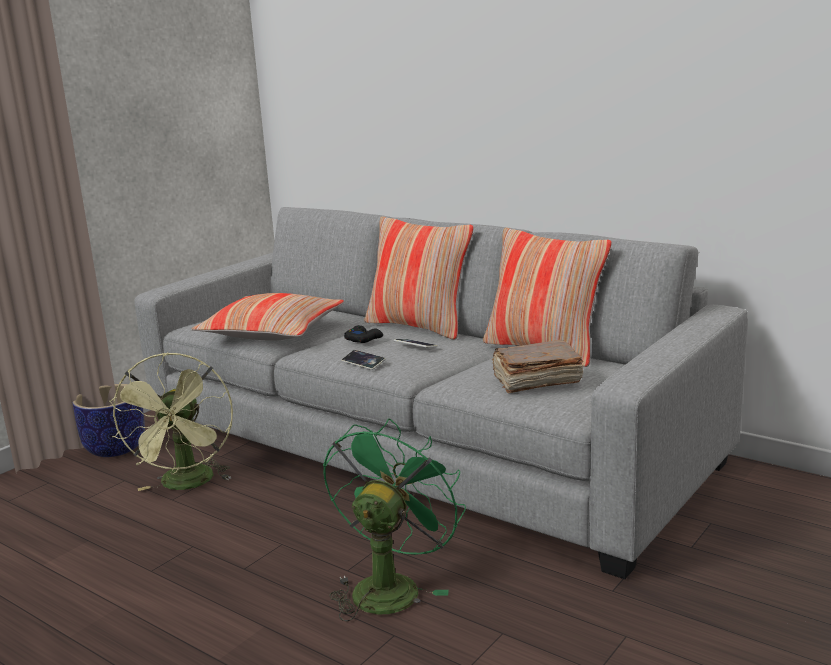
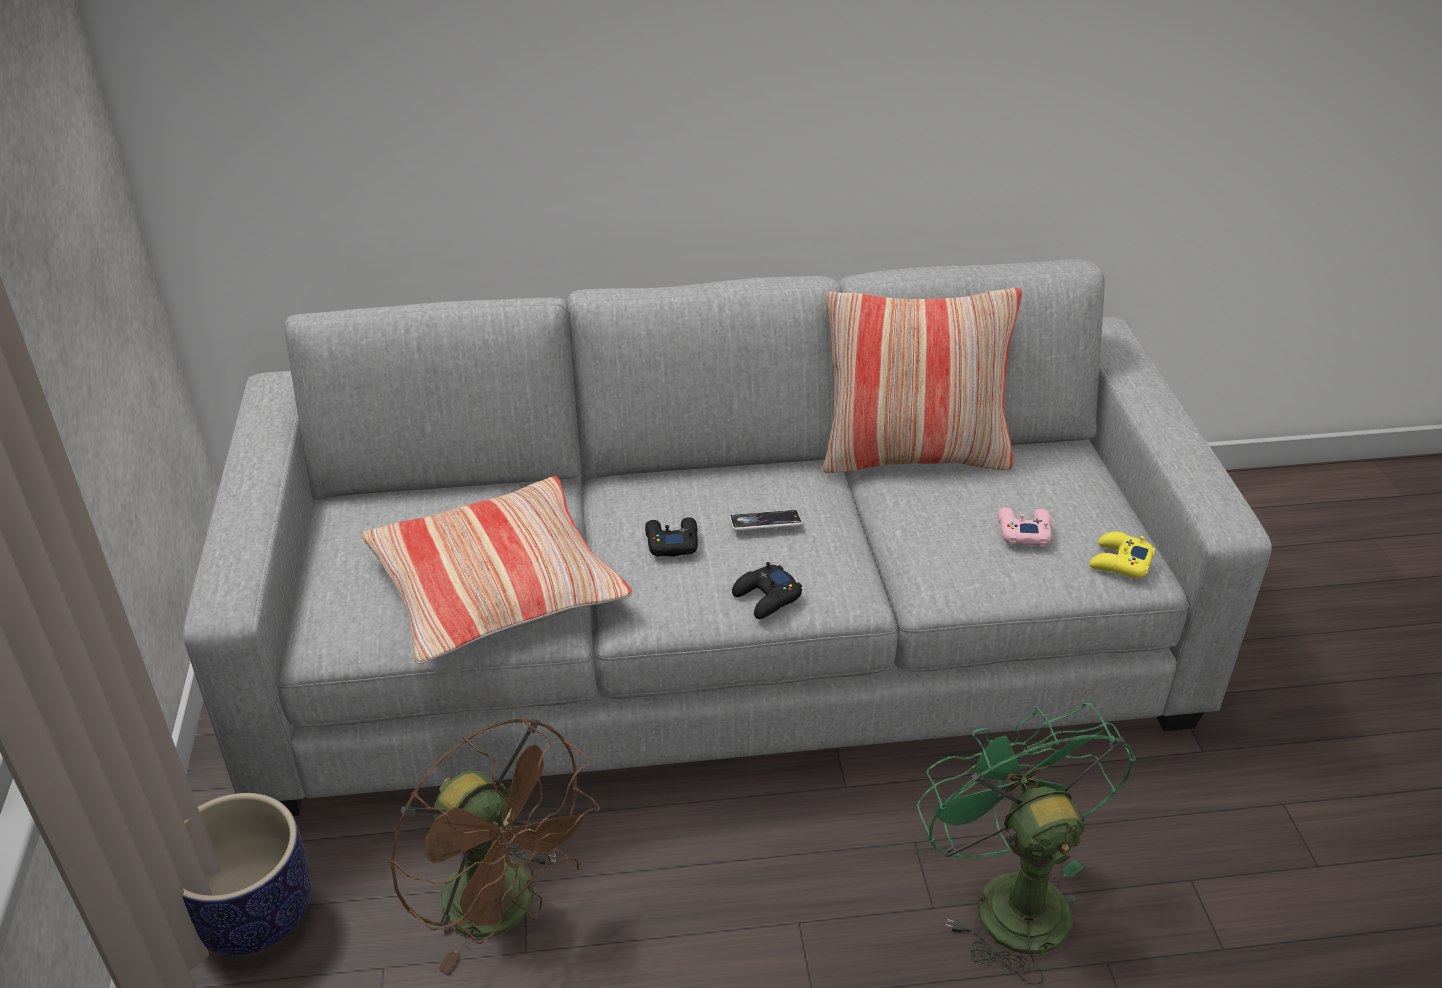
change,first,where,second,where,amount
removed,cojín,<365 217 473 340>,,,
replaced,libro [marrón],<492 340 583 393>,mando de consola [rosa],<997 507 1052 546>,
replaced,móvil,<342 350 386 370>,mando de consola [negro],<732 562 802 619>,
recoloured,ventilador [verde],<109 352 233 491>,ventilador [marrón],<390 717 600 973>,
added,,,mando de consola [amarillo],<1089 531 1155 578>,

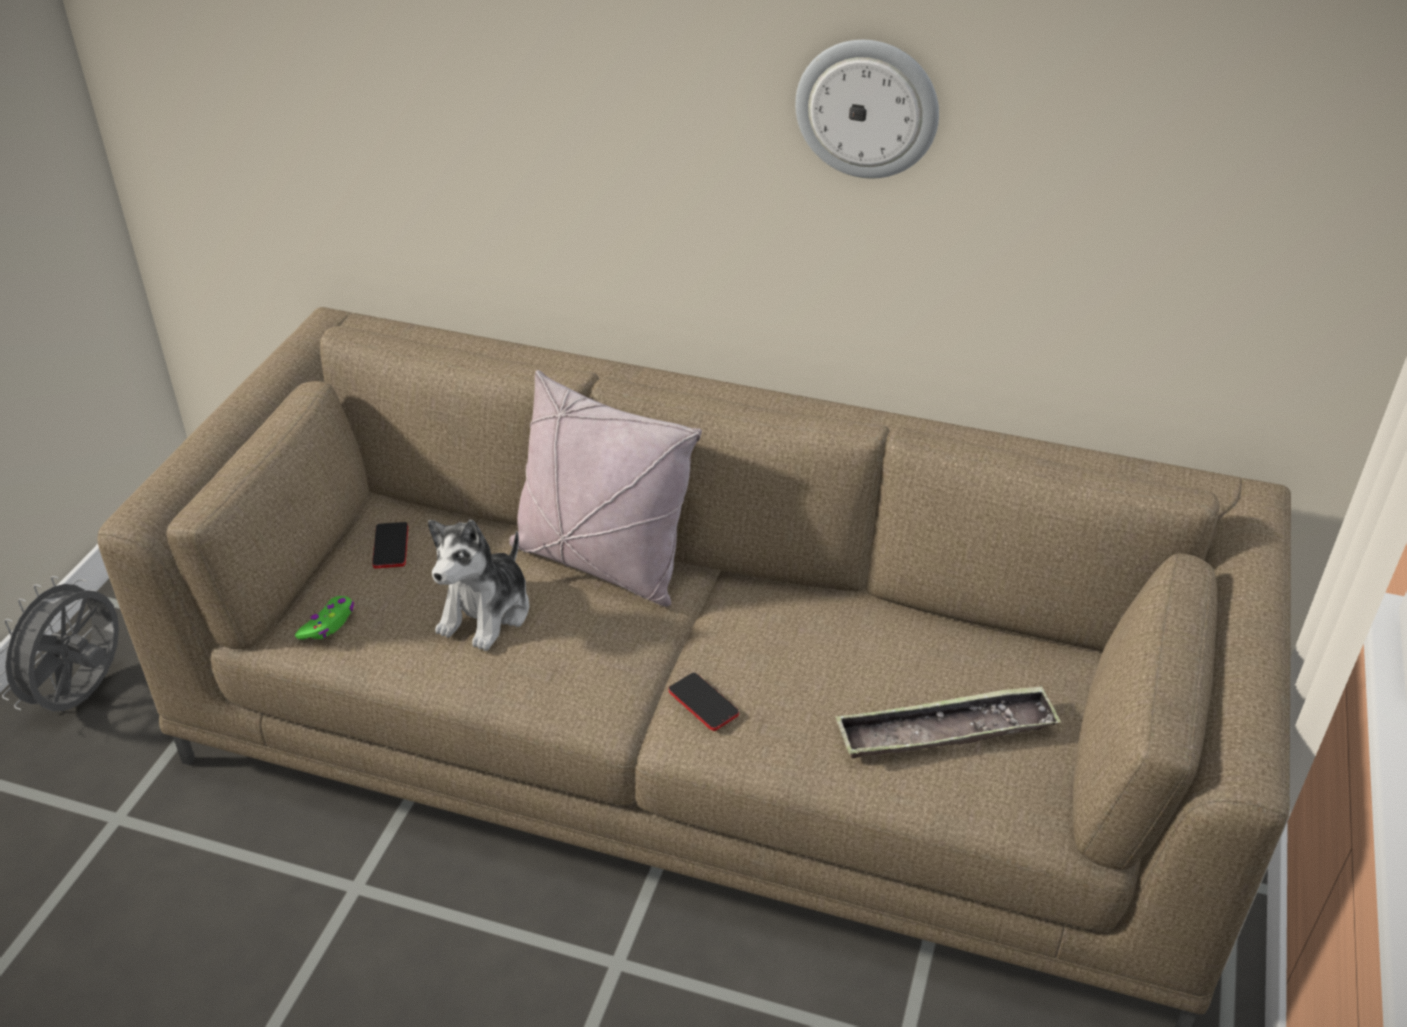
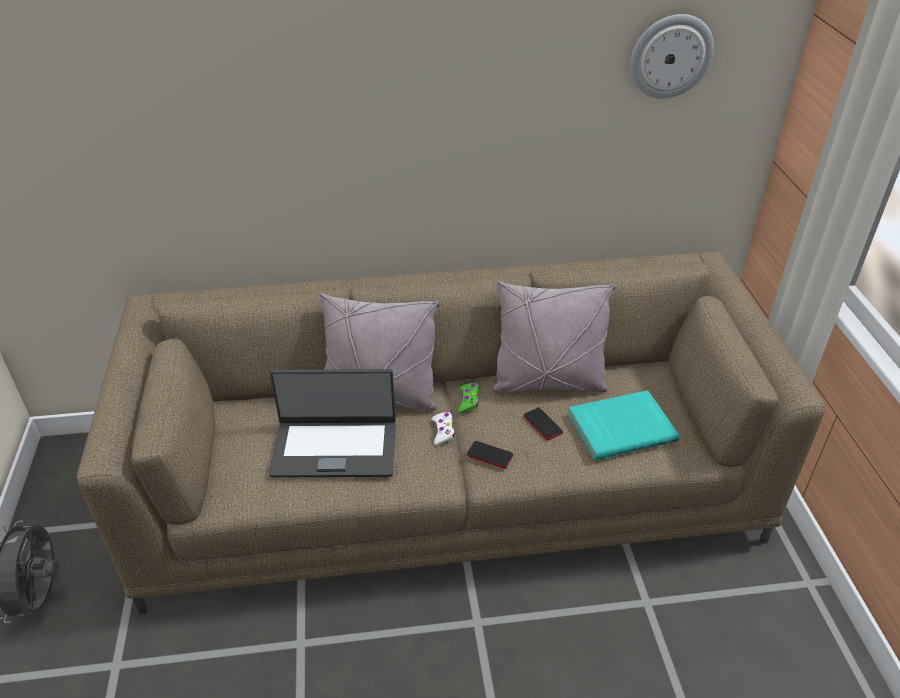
change,first,where,second,where,amount
moved,reloj de pared,<795 40 939 178>,,<630 14 714 98>,
replaced,peluche,<428 520 530 651>,portátil,<269 369 396 478>,
moved,móvil,<372 522 408 568>,,<524 407 563 440>,
moved,mando de consola [verde],<295 596 354 640>,,<458 383 479 413>,
replaced,bandeja,<835 685 1061 758>,libro [turquesa],<568 390 679 460>,
added,,,cojín [morado],<492 281 615 393>,
added,,,mando de consola [blanco],<431 412 455 445>,

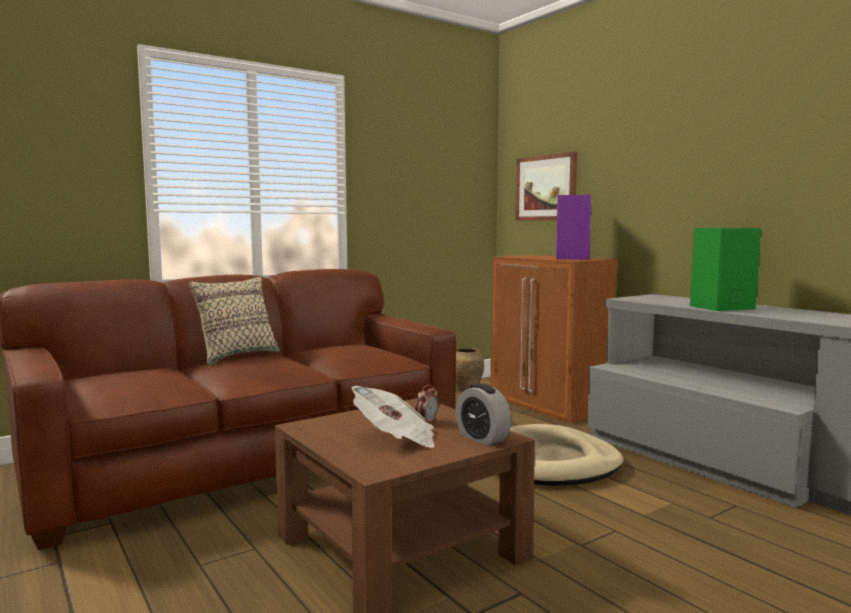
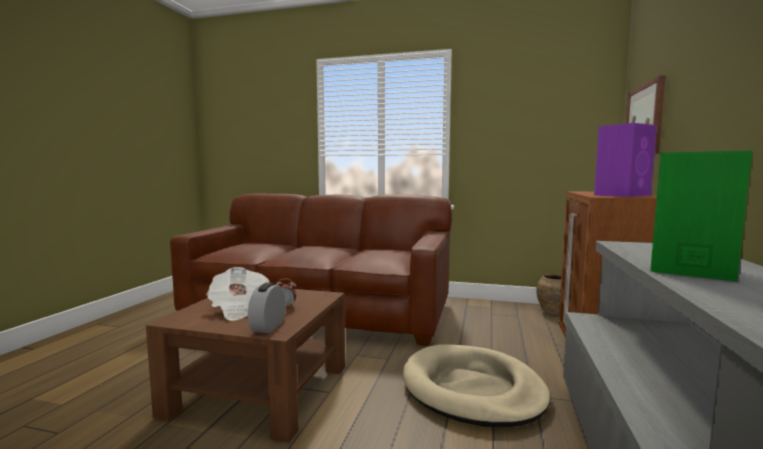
change,first,where,second,where,amount
removed,cojín [beis],<189 277 279 366>,,,

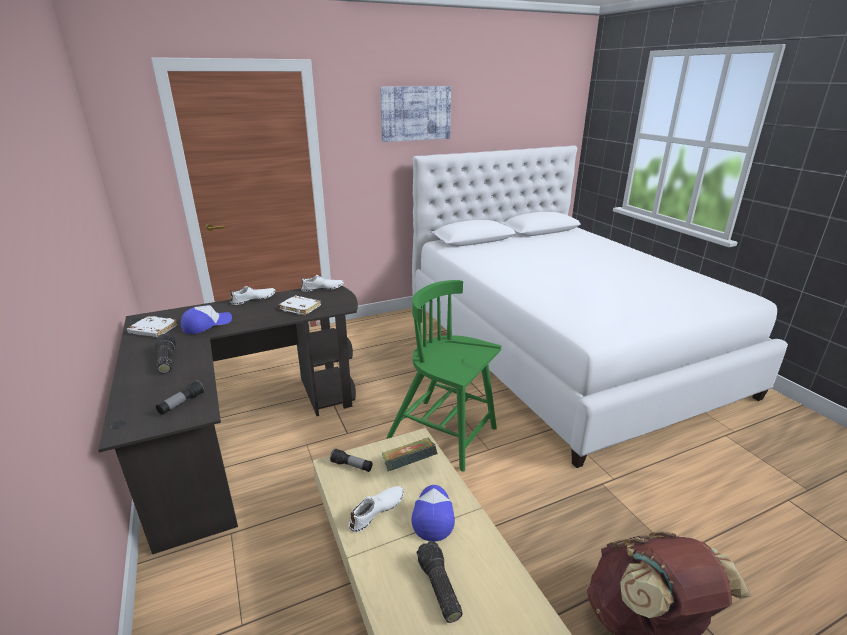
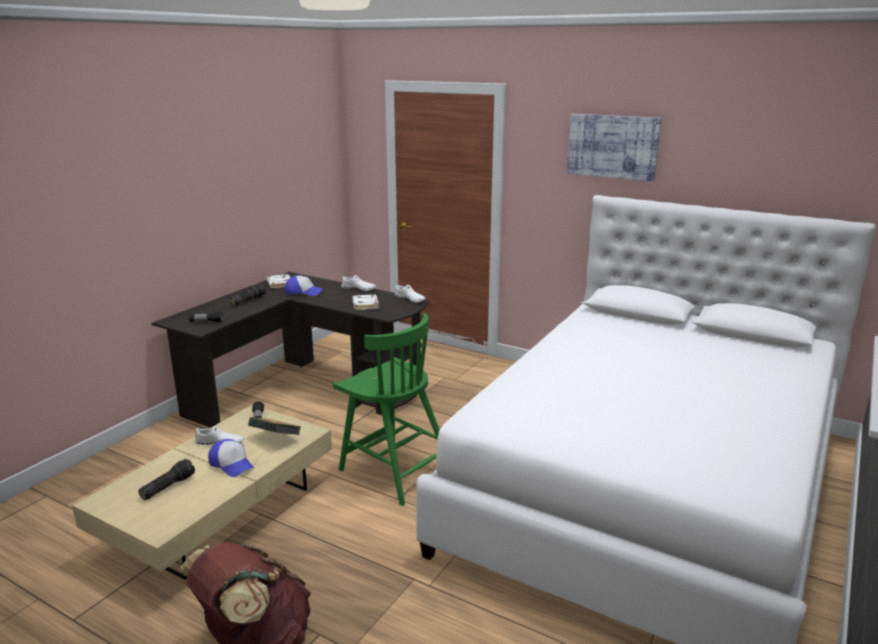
change,first,where,second,where,amount
turned,silla [verde],<386 280 501 471>,,<333 313 440 506>,135 degrees clockwise
turned,gorra,<411 485 455 541>,,<208 439 254 477>,75 degrees clockwise

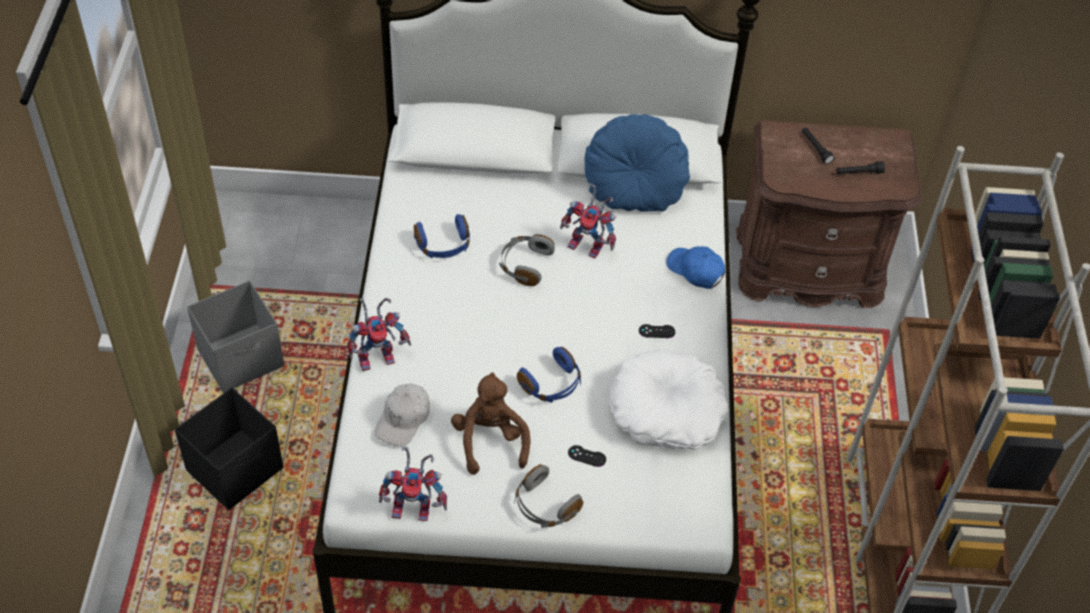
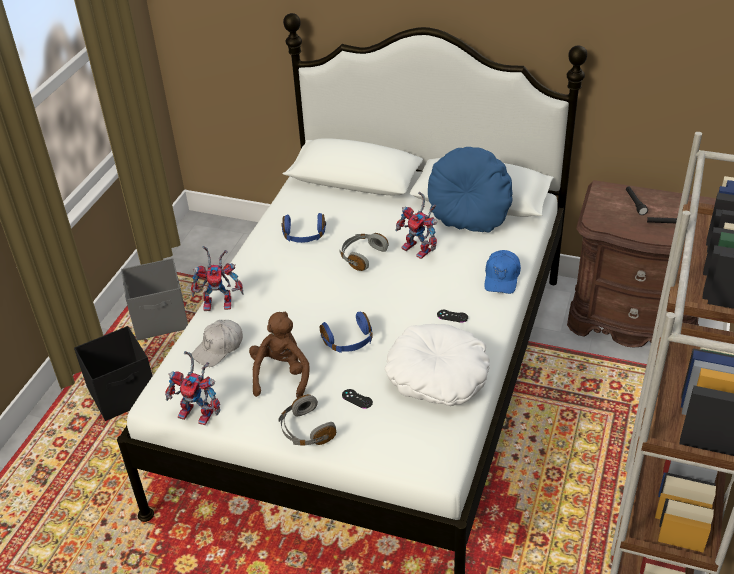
change,first,where,second,where,amount
turned,gorra [azul],<666 246 725 289>,,<484 250 521 294>,135 degrees counterclockwise

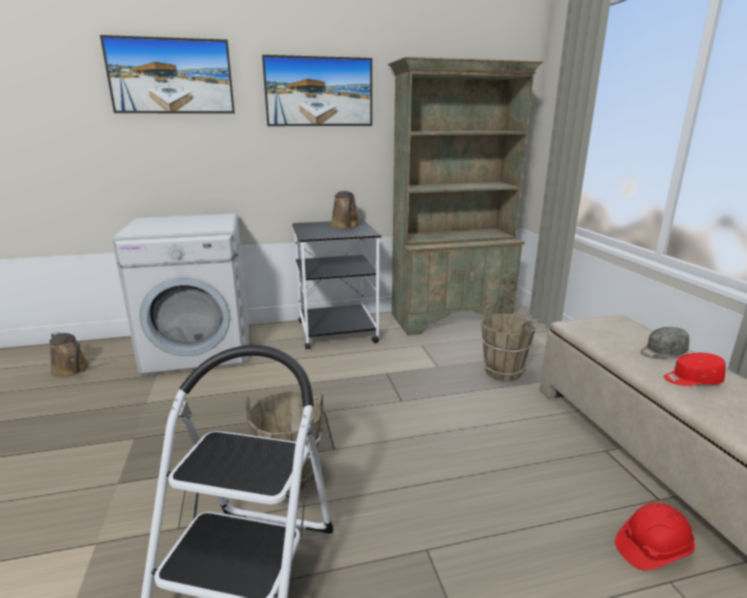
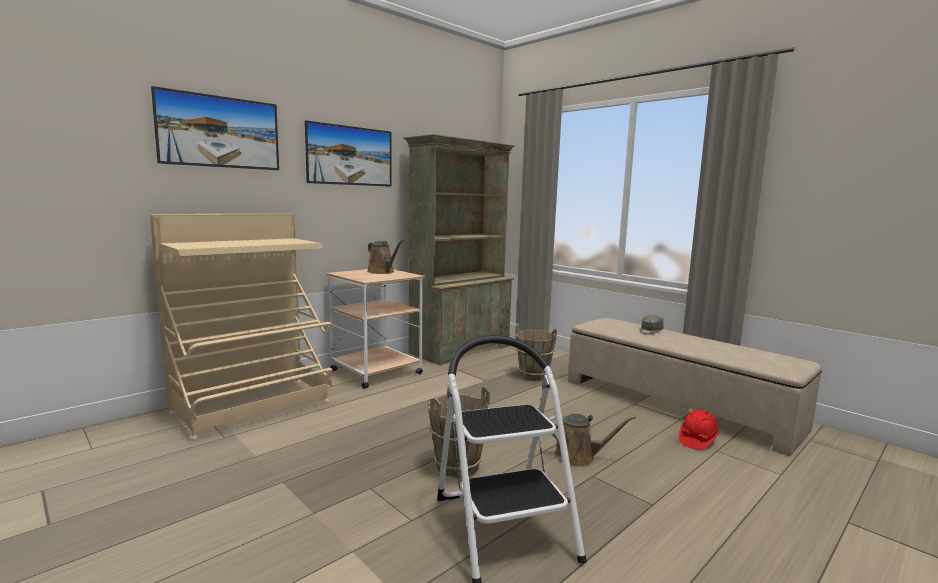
change,first,where,second,where,amount
replaced,lavadora [blanco],<112 214 249 375>,zapatero [beis],<150 214 333 439>,
recoloured,carrito [negro],<292 220 381 349>,carrito [beis],<326 269 425 389>,
moved,regadera [marrón],<49 332 89 377>,,<549 414 636 467>,
removed,gorra [rojo],<664 353 726 386>,,,

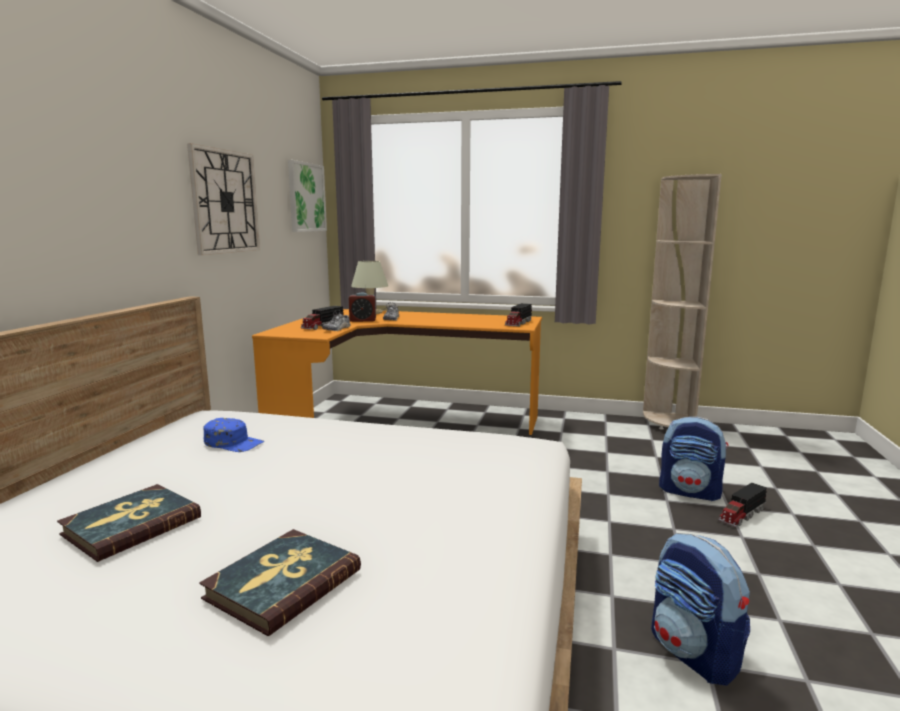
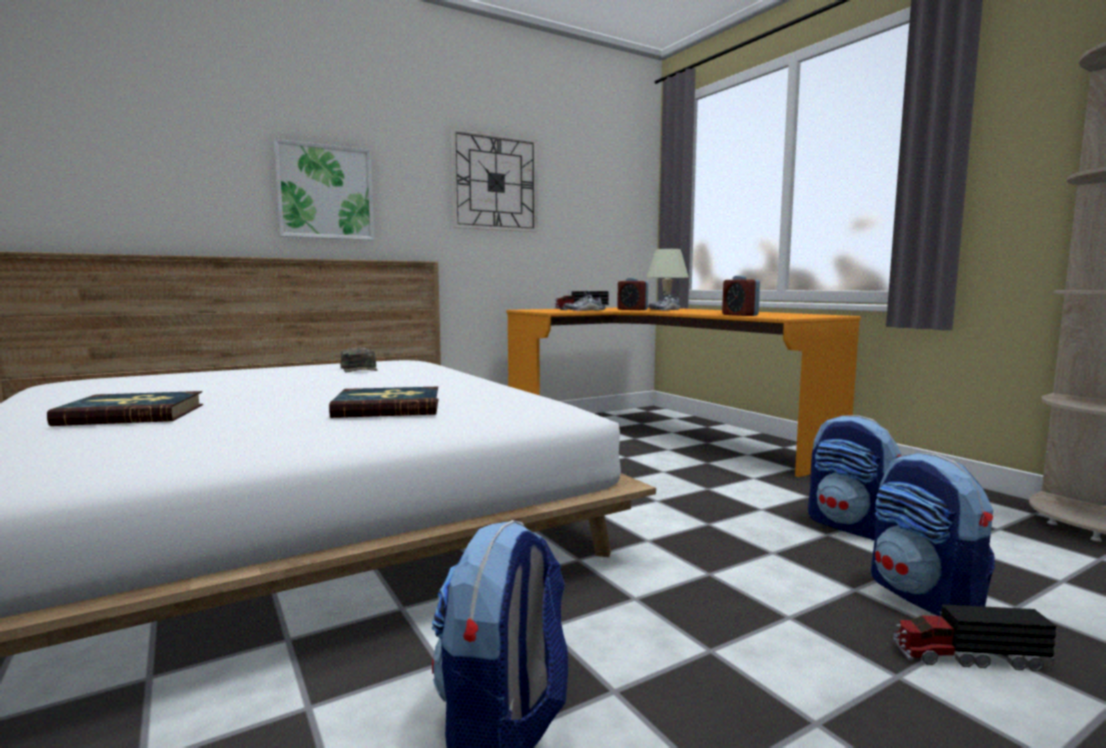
change,first,where,second,where,amount
moved,cuadro,<288 160 327 232>,,<273 139 374 240>,
removed,camión de juguete,<505 303 532 327>,,,
recoloured,gorra [azul],<203 418 264 452>,gorra [verde],<340 347 377 372>,
moved,libro,<57 484 201 562>,,<329 387 439 418>,
added,,,despertador,<722 276 760 316>,
added,,,mochila,<808 415 901 540>,

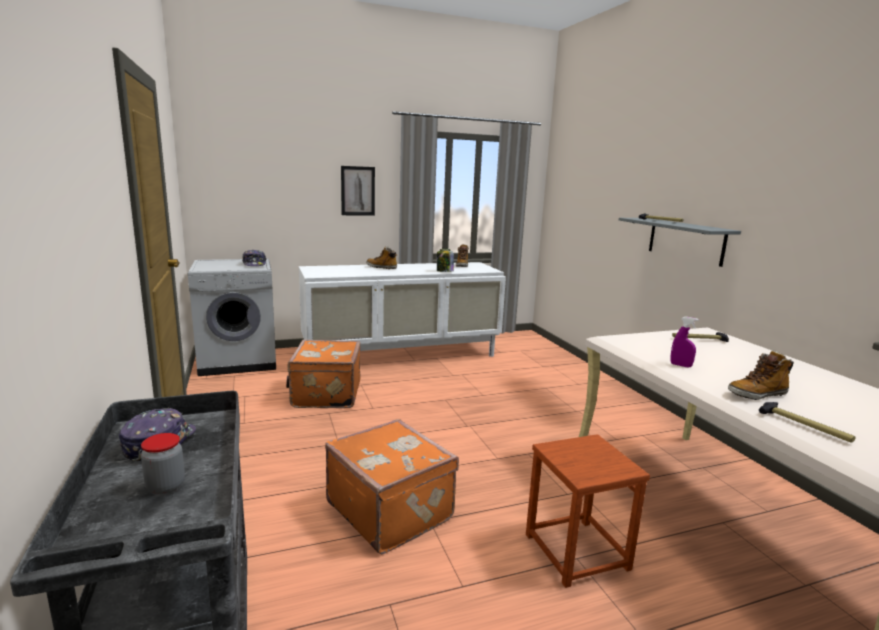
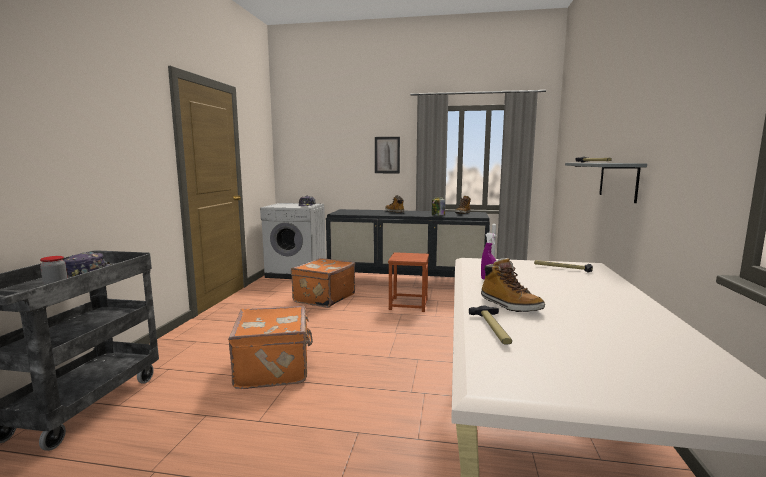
change,first,where,second,where,amount
recoloured,armario [blanco],<299 262 506 357>,armario [negro],<326 209 490 277>,
turned,bota,<728 350 794 400>,,<481 258 545 312>,135 degrees counterclockwise
moved,taburete [marrón],<526 434 650 588>,,<388 252 429 312>,

